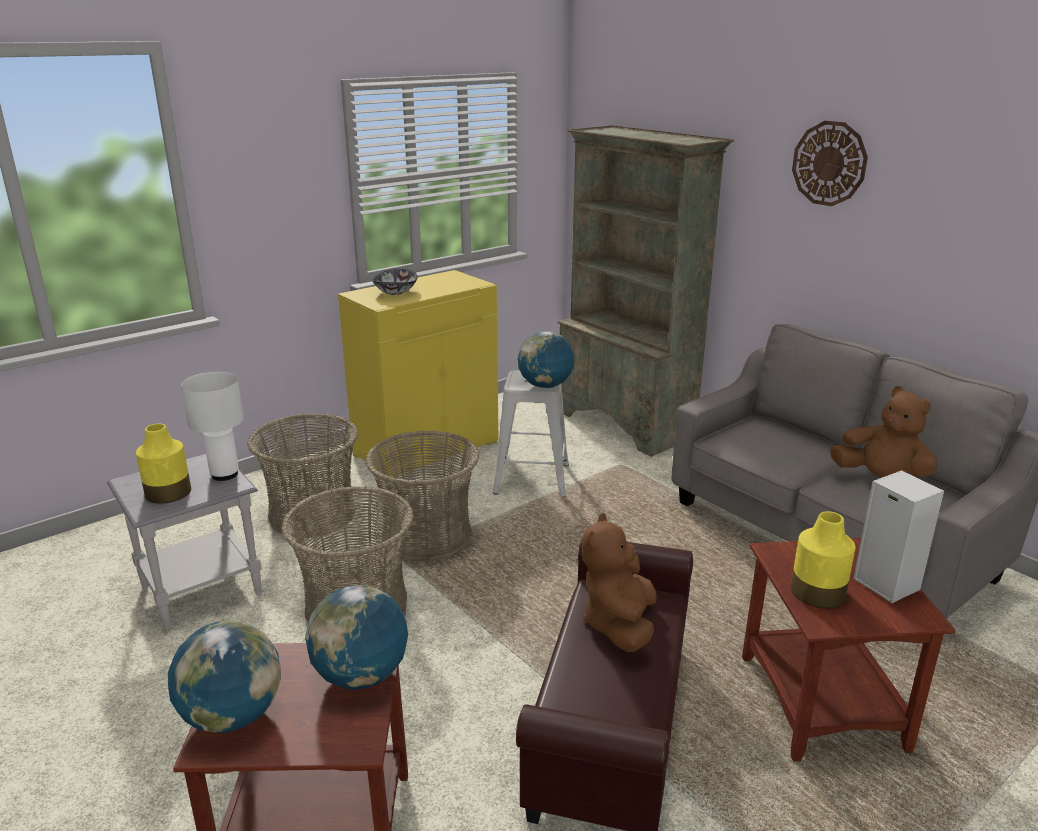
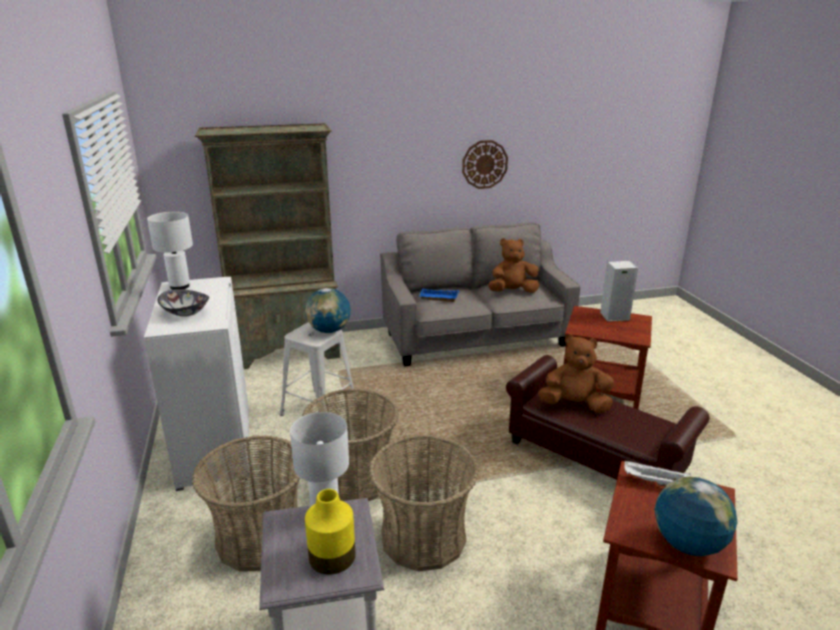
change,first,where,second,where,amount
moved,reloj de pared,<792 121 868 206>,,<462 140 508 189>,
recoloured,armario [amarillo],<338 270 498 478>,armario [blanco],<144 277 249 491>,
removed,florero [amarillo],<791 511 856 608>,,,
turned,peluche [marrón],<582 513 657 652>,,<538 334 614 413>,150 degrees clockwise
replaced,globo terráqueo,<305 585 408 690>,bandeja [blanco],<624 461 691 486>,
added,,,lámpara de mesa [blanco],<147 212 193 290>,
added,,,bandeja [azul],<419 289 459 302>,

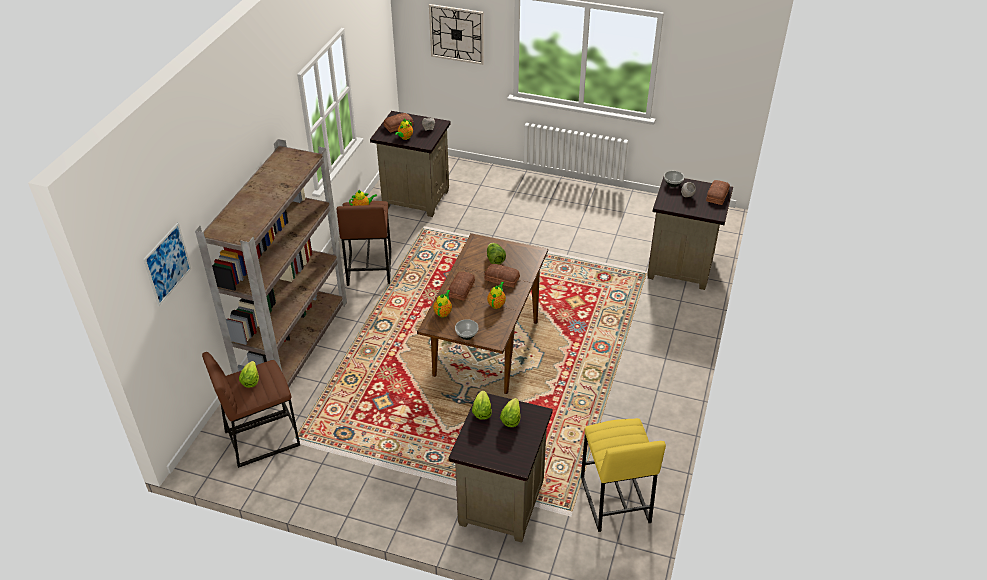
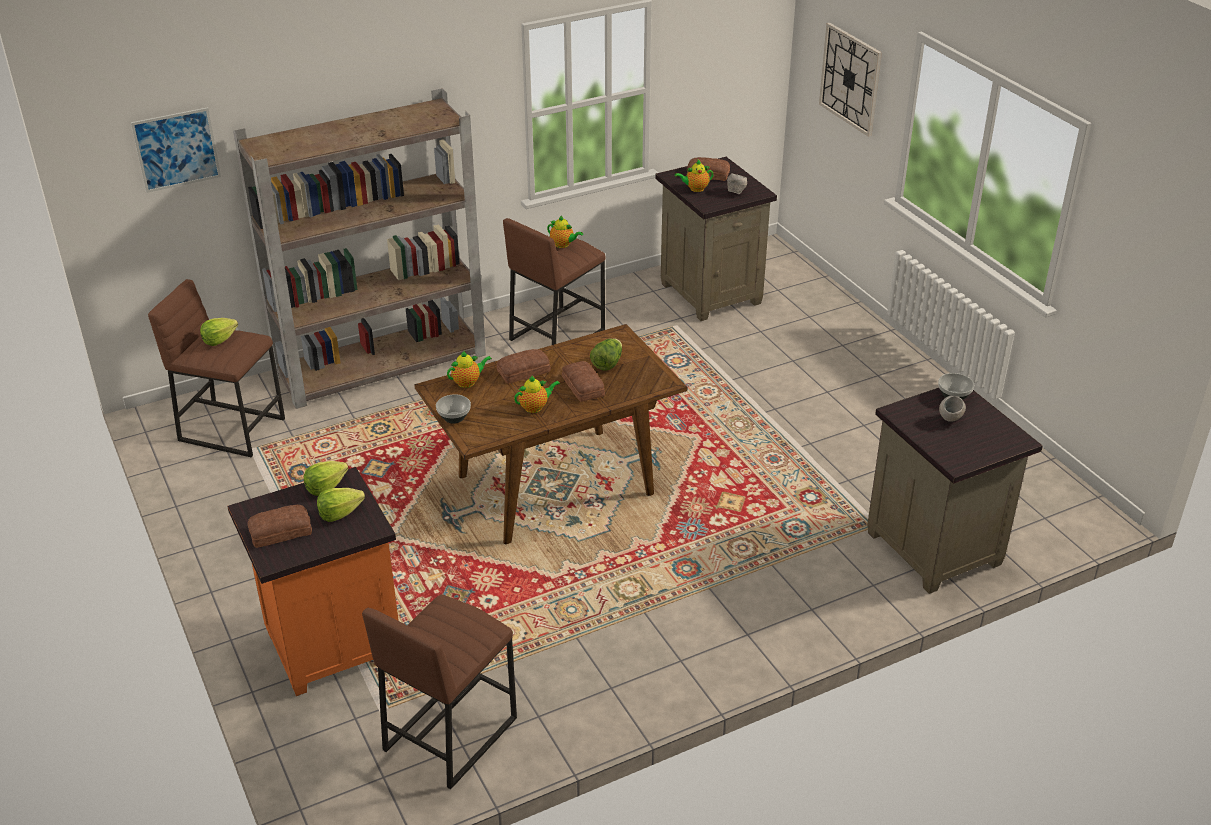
change,first,where,second,where,amount
moved,pan,<706 180 730 205>,,<248 505 312 548>,
recoloured,armario [beis],<448 391 553 543>,armario [naranja],<227 467 399 696>,
recoloured,taburete [amarillo],<581 418 666 532>,taburete [marrón],<362 594 517 789>,

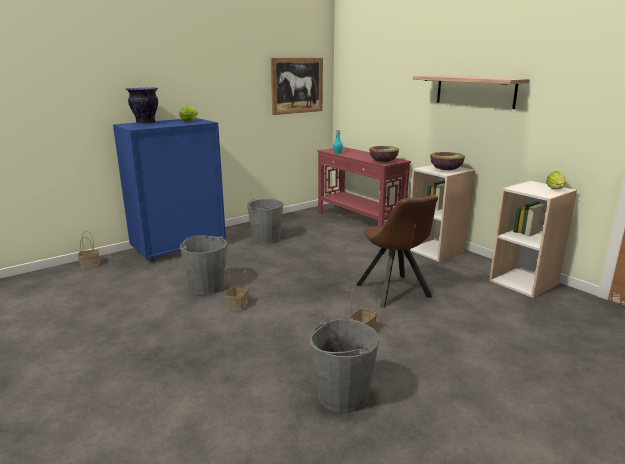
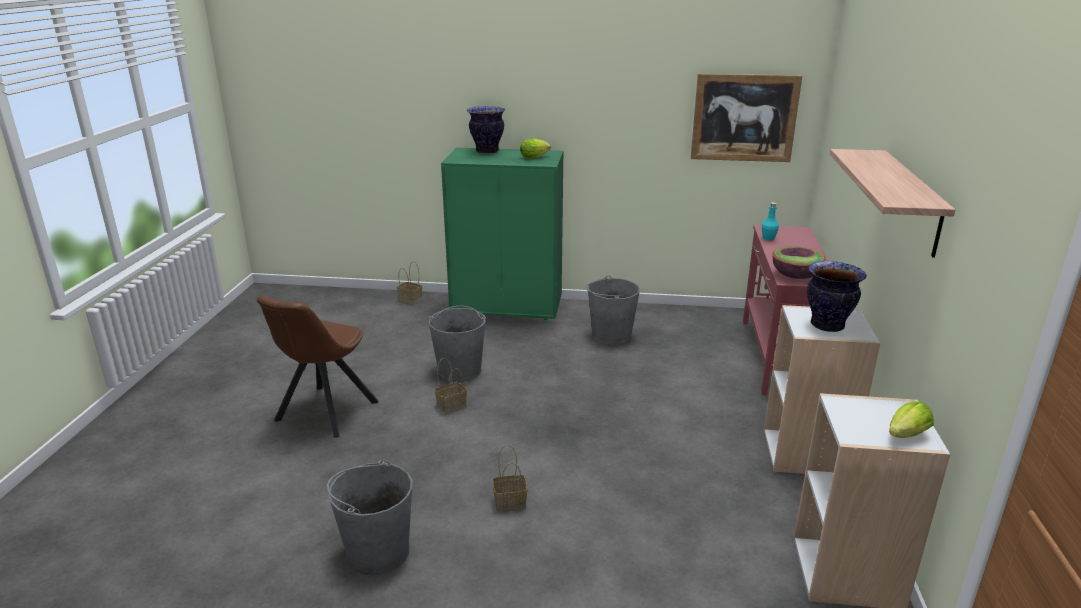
change,first,where,second,where,amount
recoloured,armario [azul],<113 118 226 262>,armario [verde],<441 148 563 323>,
replaced,cuenco,<430 152 465 170>,florero,<807 261 866 332>,
moved,silla [marrón],<356 195 438 308>,,<257 295 378 438>,

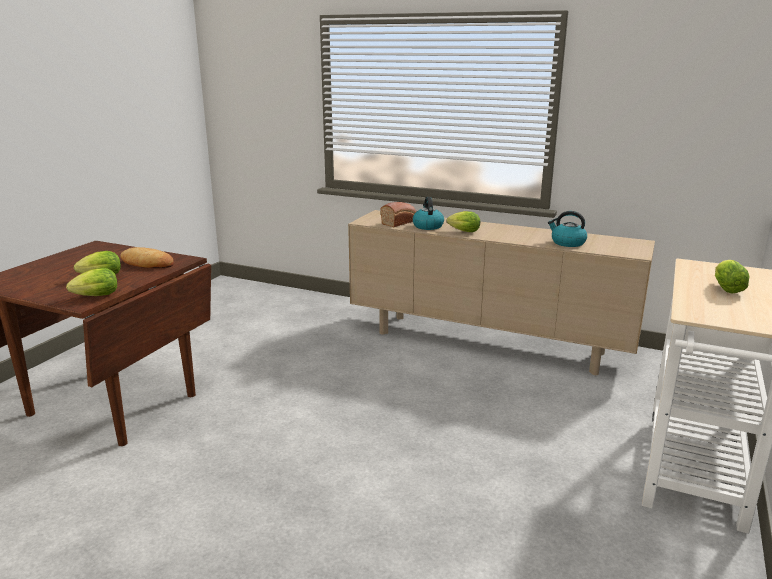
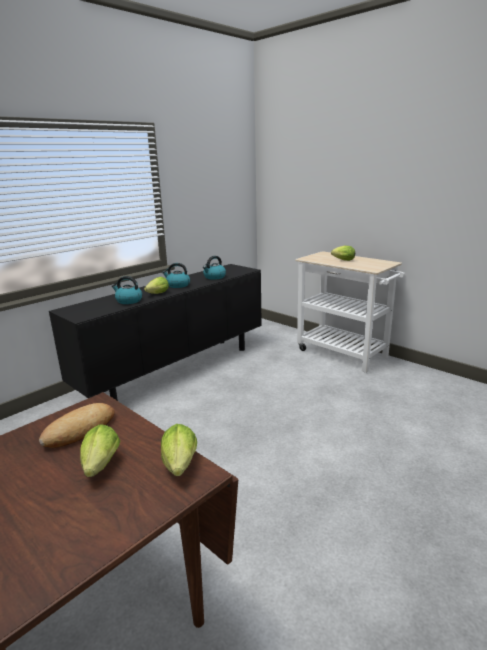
change,first,where,second,where,amount
removed,pan,<380 202 417 227>,,,
recoloured,armario [beis],<348 210 655 375>,armario [negro],<49 264 262 401>,
added,,,hervidor,<162 263 190 288>,

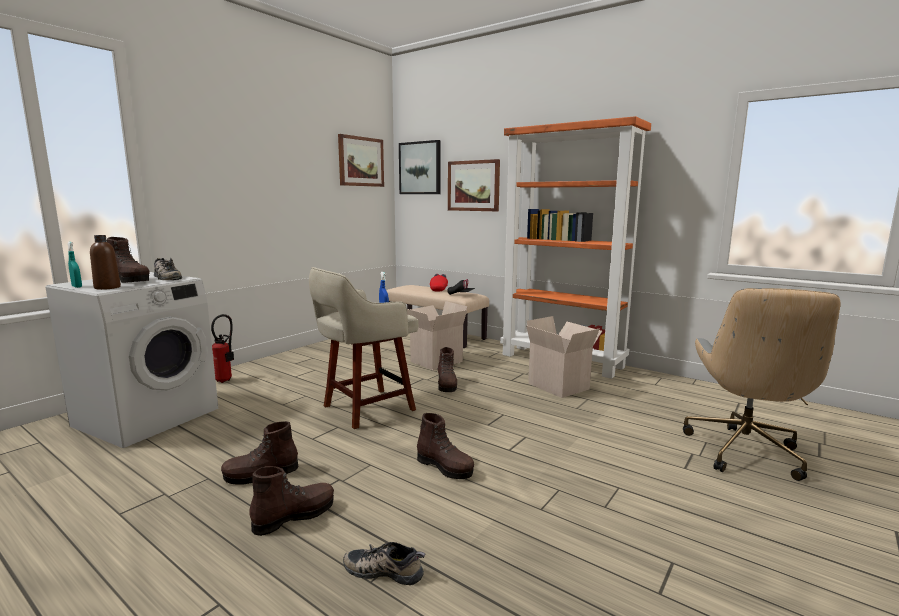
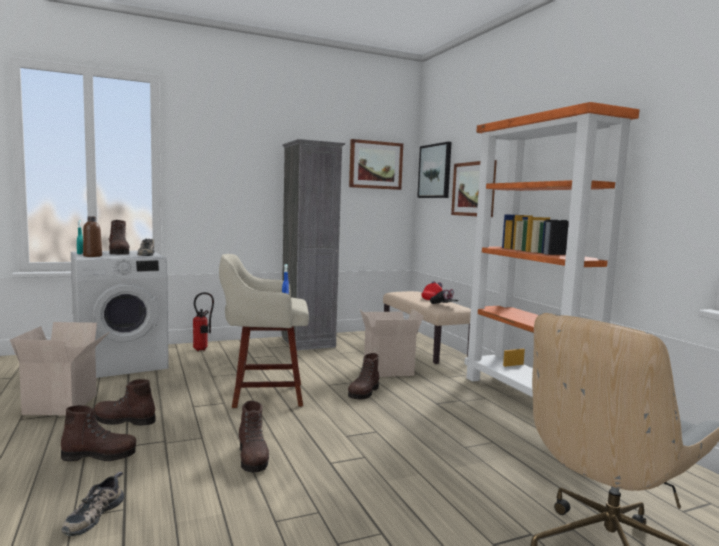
change,first,where,second,where,amount
moved,caja de cartón,<526 316 602 398>,,<10 322 110 415>,
turned,zapato,<343 542 426 586>,,<62 472 124 536>,120 degrees counterclockwise
added,,,armario [gris],<282 139 345 350>,

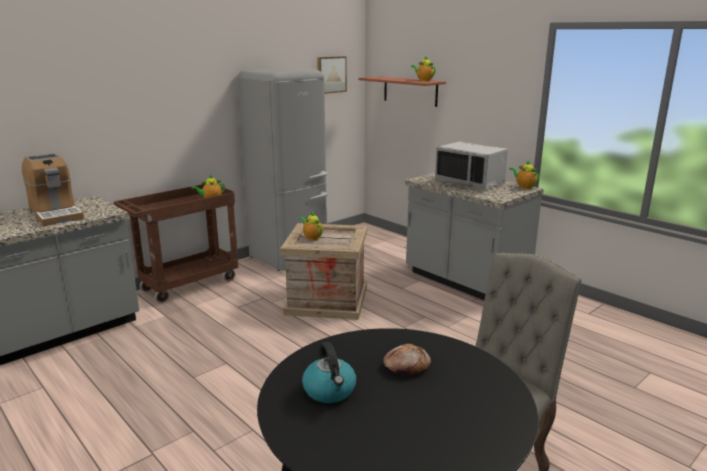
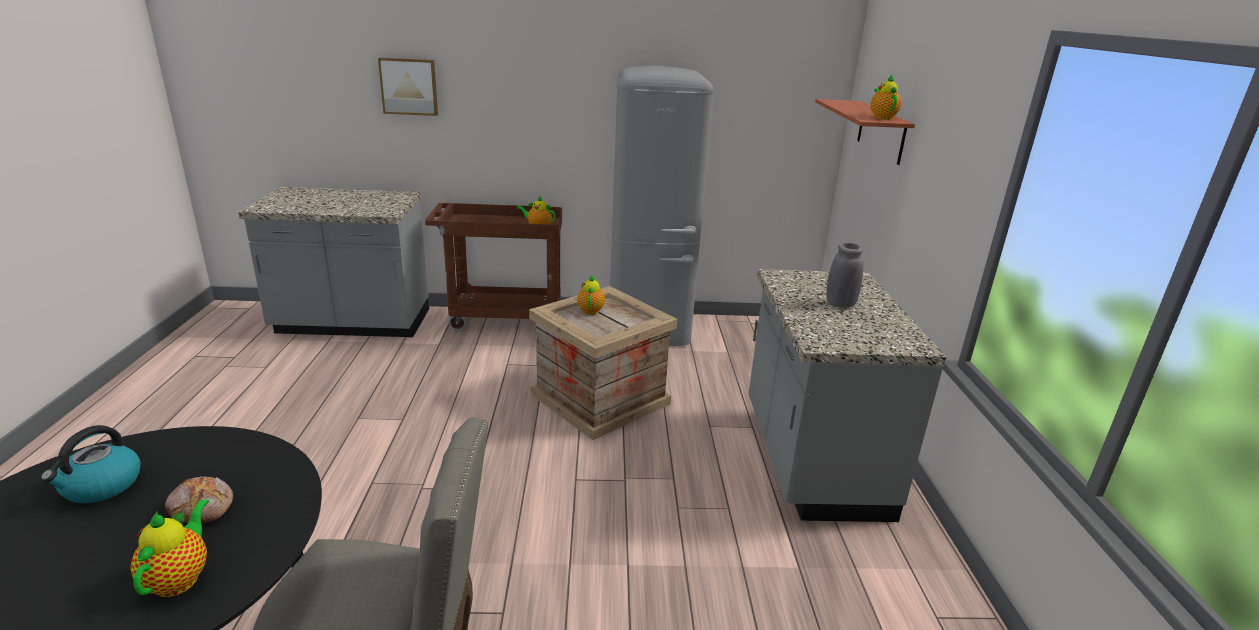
change,first,where,second,where,amount
moved,cuadro,<317 56 347 94>,,<378 58 438 116>,
replaced,microondas [gris],<435 142 508 190>,florero [gris],<826 243 864 307>,
removed,cafetera,<22 153 84 226>,,,
moved,tetera,<510 160 539 189>,,<131 499 209 597>,

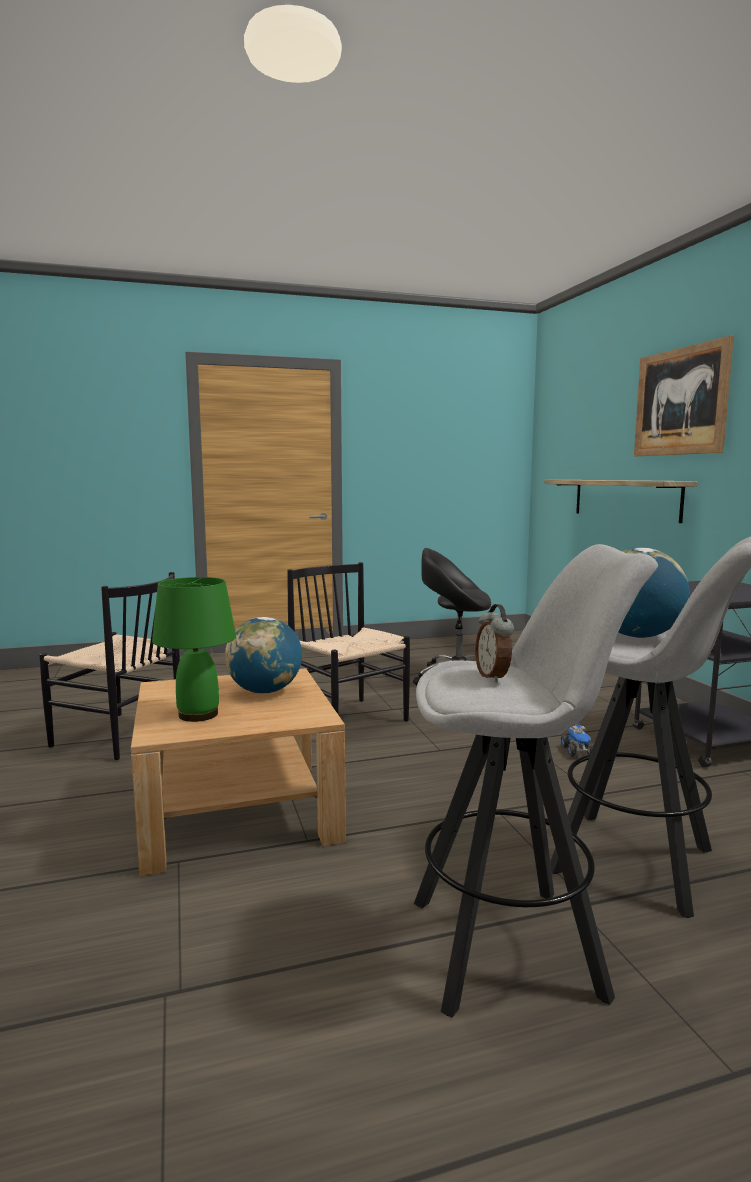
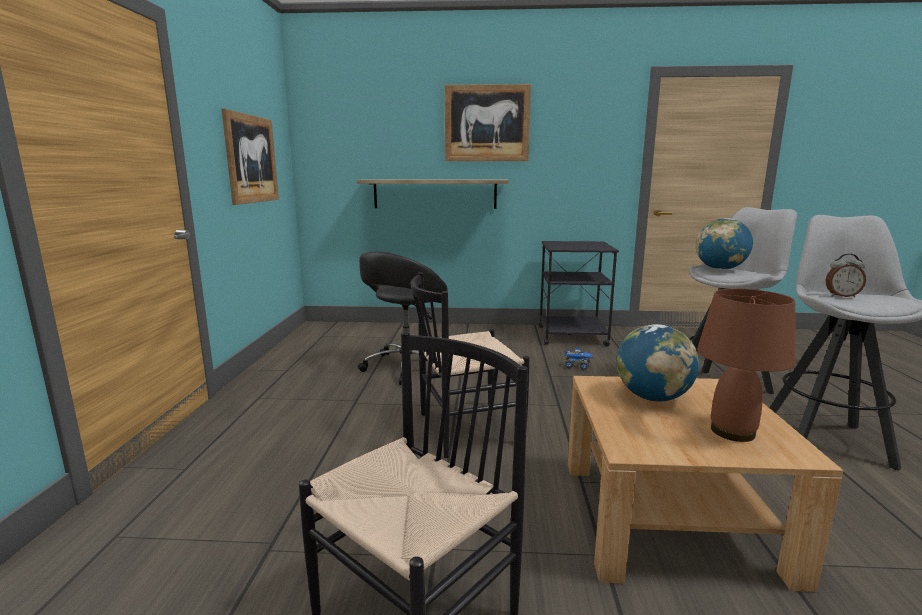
change,first,where,second,where,amount
recoloured,lámpara de mesa [verde],<152 577 236 722>,lámpara de mesa [marrón],<697 289 796 442>,
added,,,cuadro,<222 109 279 205>,

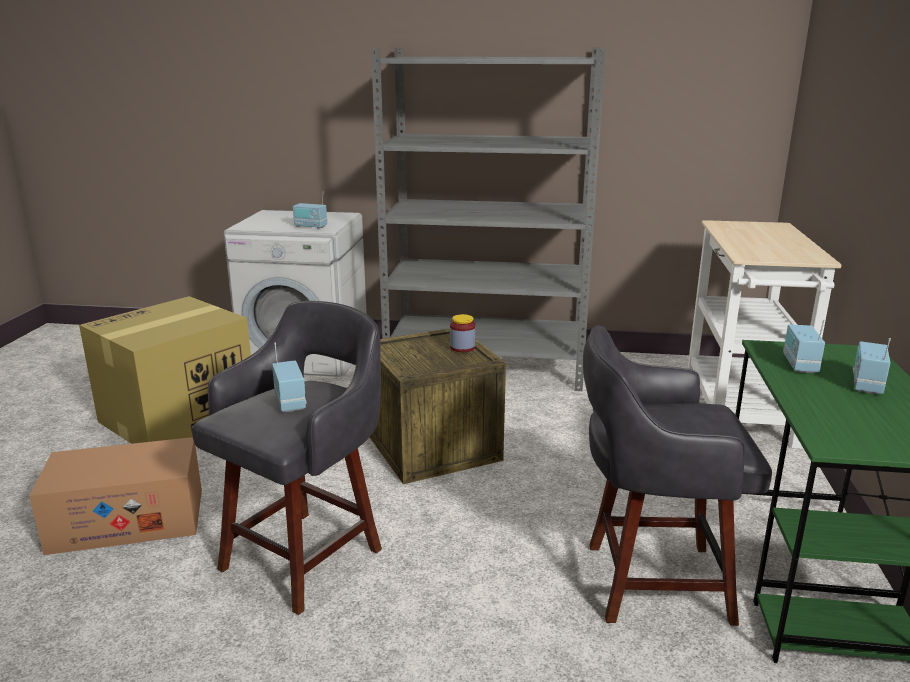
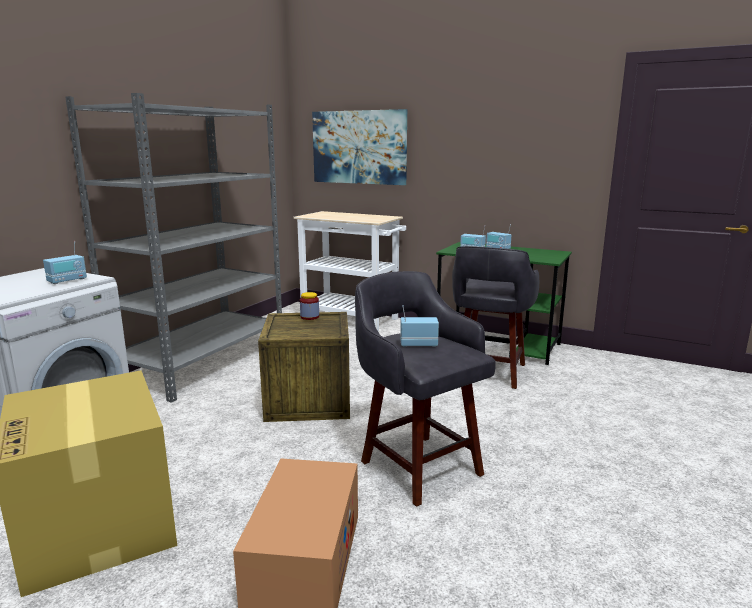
change,first,where,second,where,amount
added,,,cuadro,<312 109 407 185>,

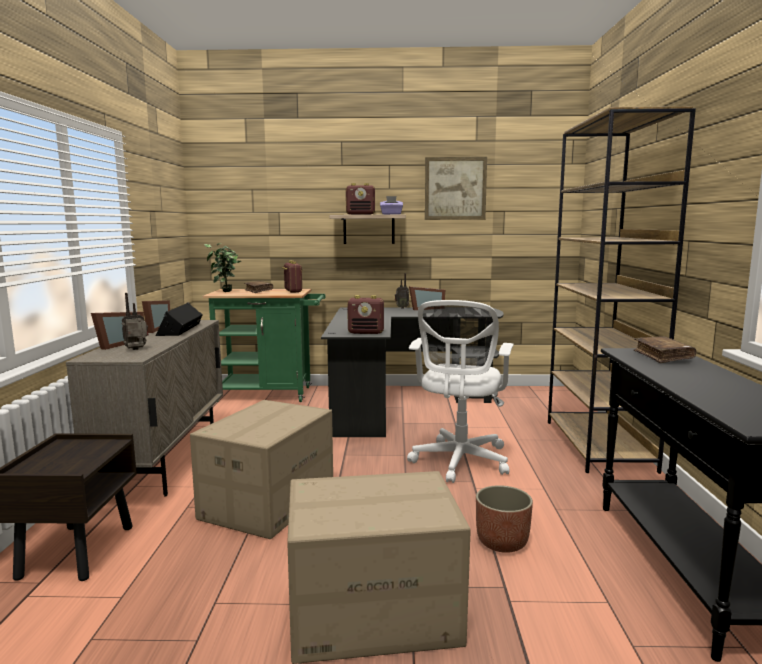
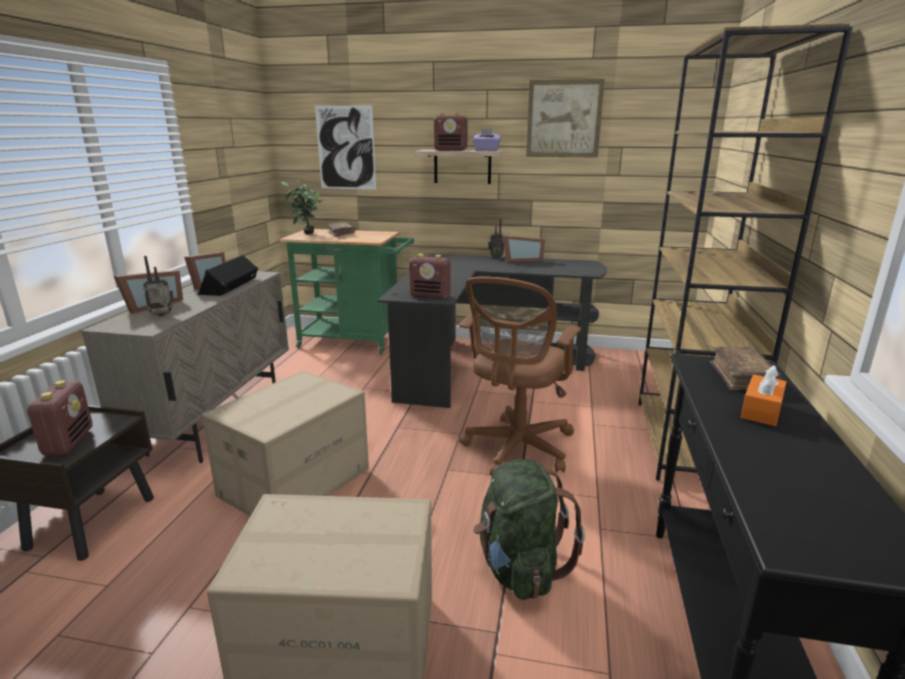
change,first,where,second,where,amount
moved,radio,<282 261 302 293>,,<26 380 92 456>,
recoloured,silla de oficina [blanco],<407 300 514 483>,silla de oficina [marrón],<459 276 581 476>,
replaced,maceta,<476 485 533 553>,mochila [verde],<473 459 585 600>,
added,,,cuadro,<315 105 376 189>,
added,,,caja de pañuelos [naranja],<741 365 787 426>,

